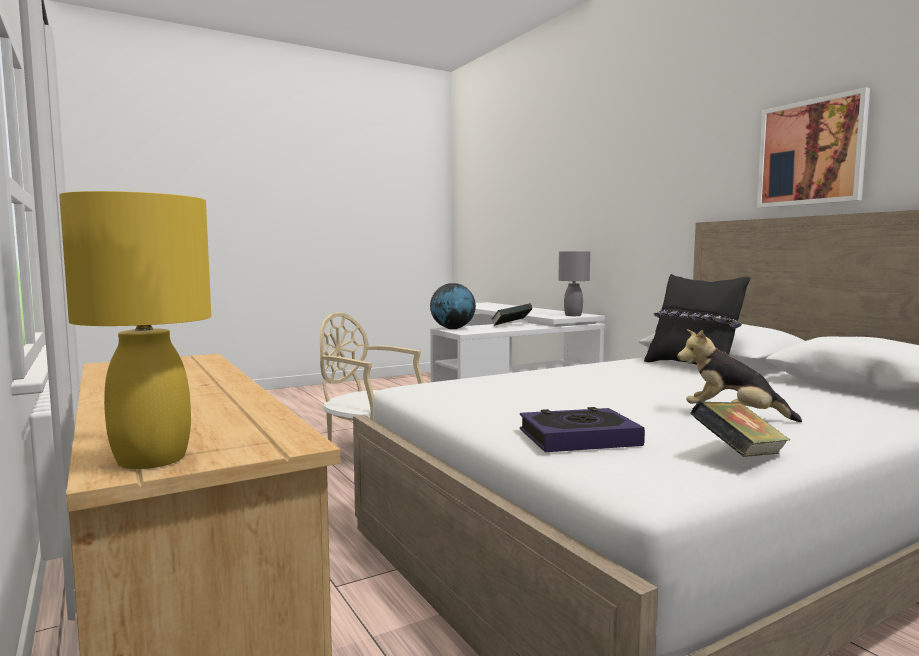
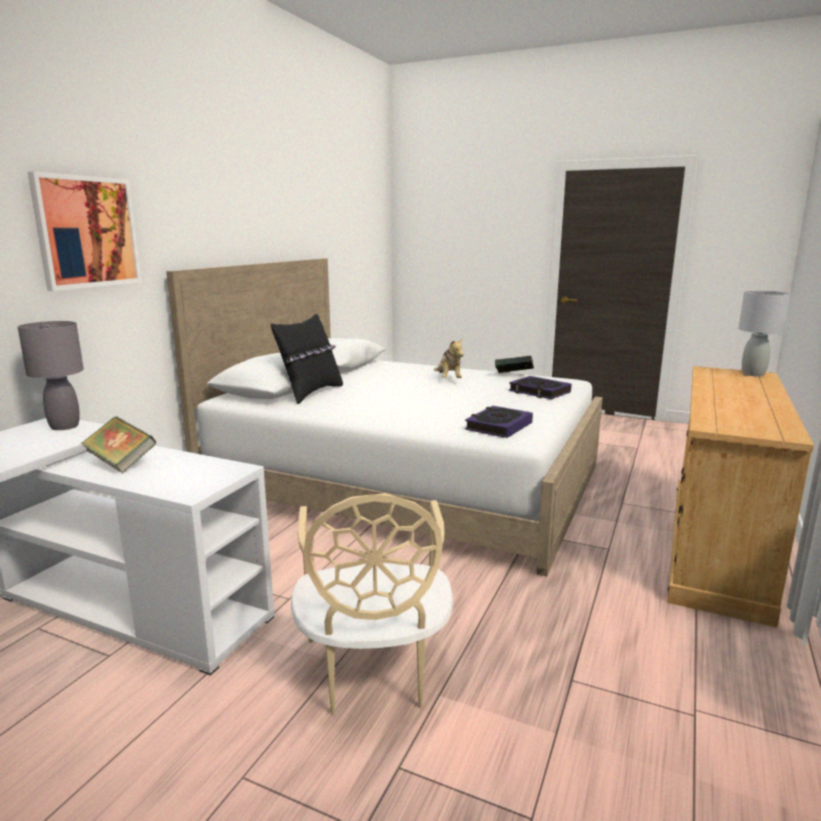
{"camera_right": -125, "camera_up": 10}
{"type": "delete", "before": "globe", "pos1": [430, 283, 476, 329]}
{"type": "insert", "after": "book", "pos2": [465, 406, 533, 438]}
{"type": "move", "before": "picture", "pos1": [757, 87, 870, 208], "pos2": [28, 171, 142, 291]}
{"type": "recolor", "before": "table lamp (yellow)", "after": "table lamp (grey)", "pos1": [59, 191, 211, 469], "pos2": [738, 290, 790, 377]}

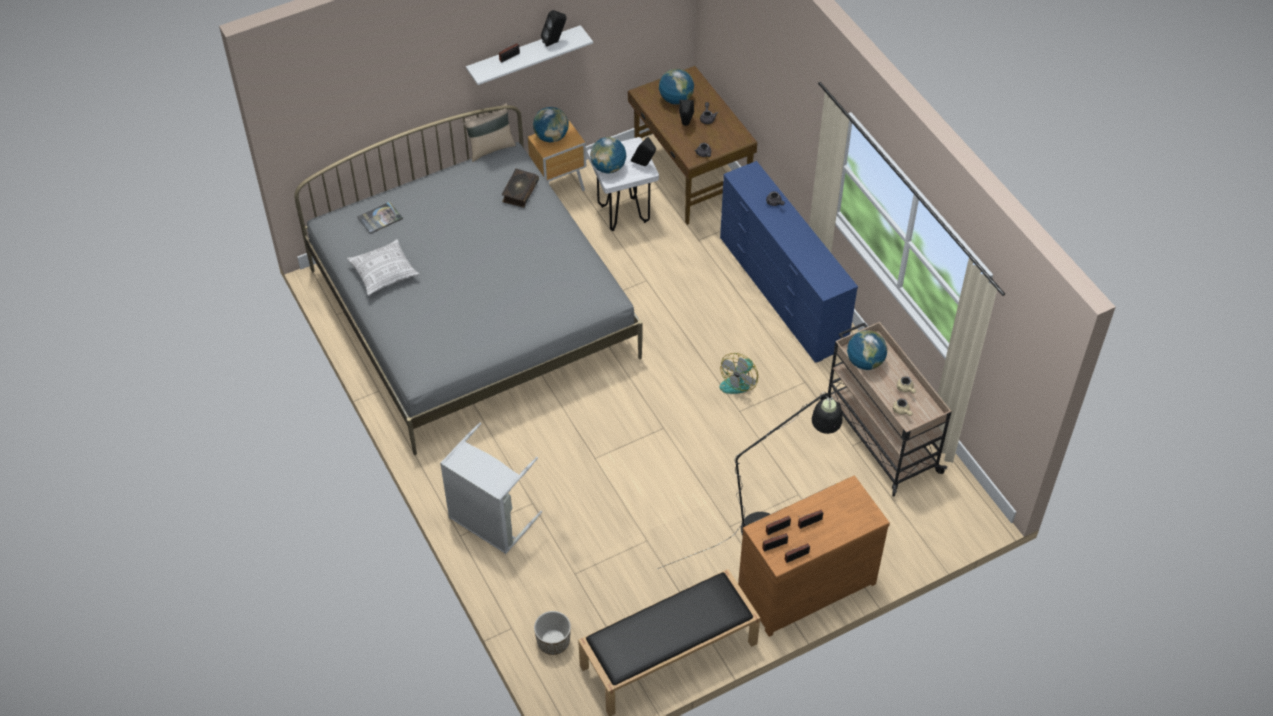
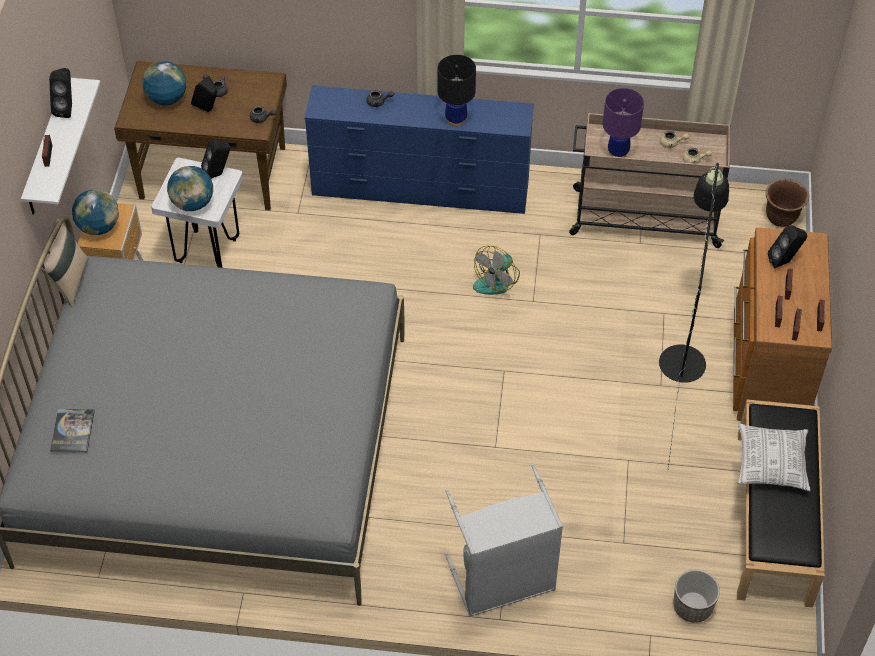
{"camera_right": -55, "camera_up": 0}
{"type": "delete", "before": "book", "pos1": [502, 169, 539, 208]}
{"type": "insert", "after": "table lamp (black)", "pos2": [438, 55, 476, 126]}
{"type": "insert", "after": "planter (brown)", "pos2": [766, 178, 809, 227]}
{"type": "insert", "after": "speaker (black)", "pos2": [768, 225, 807, 268]}
{"type": "move", "before": "pillow", "pos1": [347, 239, 420, 296], "pos2": [737, 424, 810, 491]}
{"type": "replace", "before": "globe", "after": "table lamp (purple)", "pos1": [847, 330, 887, 370], "pos2": [603, 88, 644, 157]}
{"type": "rotate", "before": "fan", "pos1": [719, 353, 758, 394], "pos2": [473, 246, 520, 295], "turn": 60}

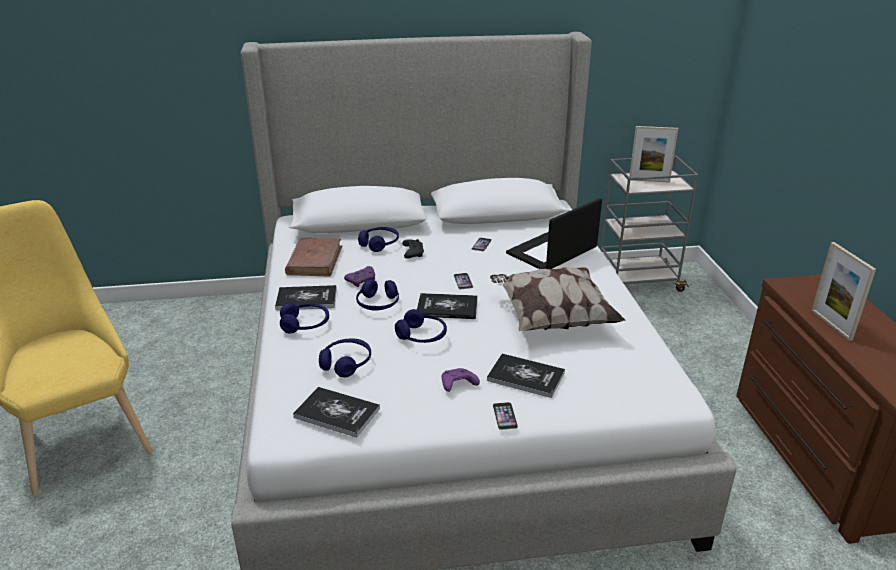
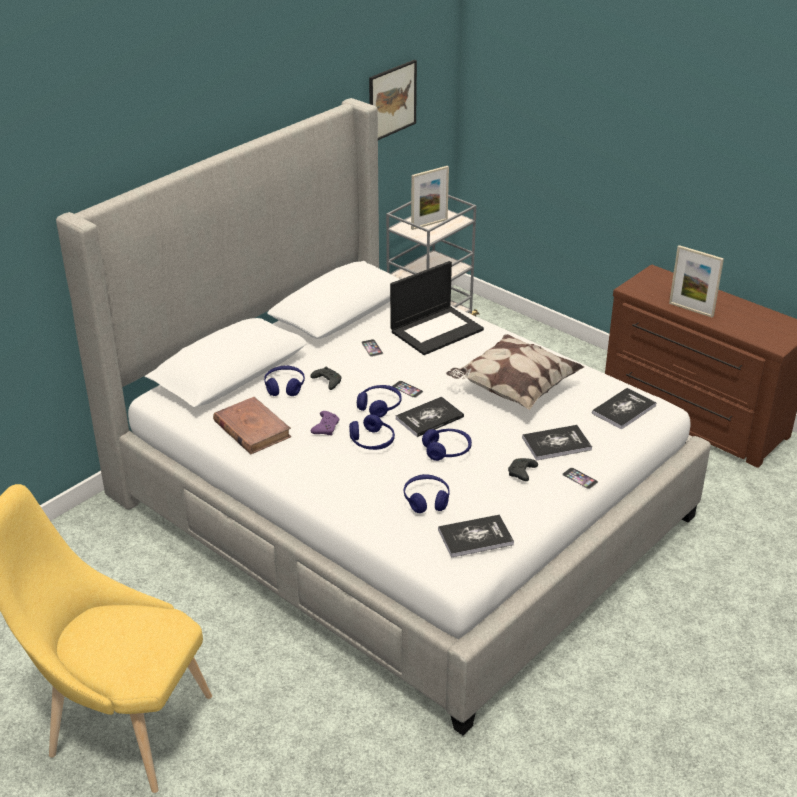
{"camera_right": -40, "camera_up": 5}
{"type": "insert", "after": "picture", "pos2": [369, 60, 417, 140]}
{"type": "move", "before": "book", "pos1": [275, 285, 337, 310], "pos2": [592, 388, 657, 430]}
{"type": "move", "before": "headphones (blue)", "pos1": [280, 303, 329, 334], "pos2": [357, 385, 402, 418]}
{"type": "recolor", "before": "game controller (purple)", "after": "game controller (black)", "pos1": [441, 368, 480, 392], "pos2": [508, 458, 538, 481]}
{"type": "rotate", "before": "laptop", "pos1": [506, 198, 602, 269], "pos2": [390, 261, 484, 355], "turn": -135}

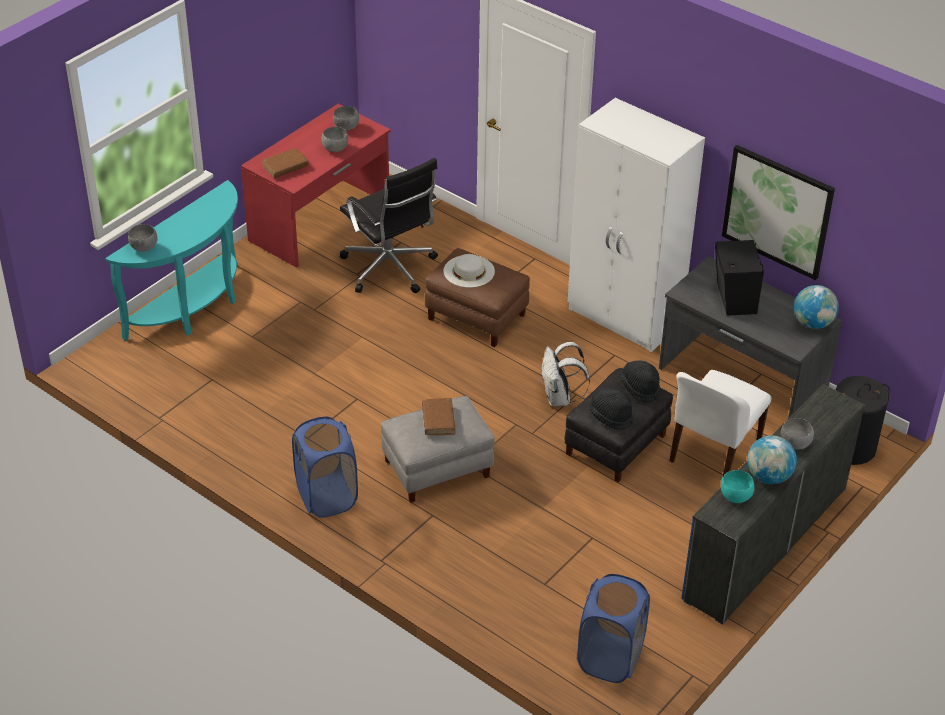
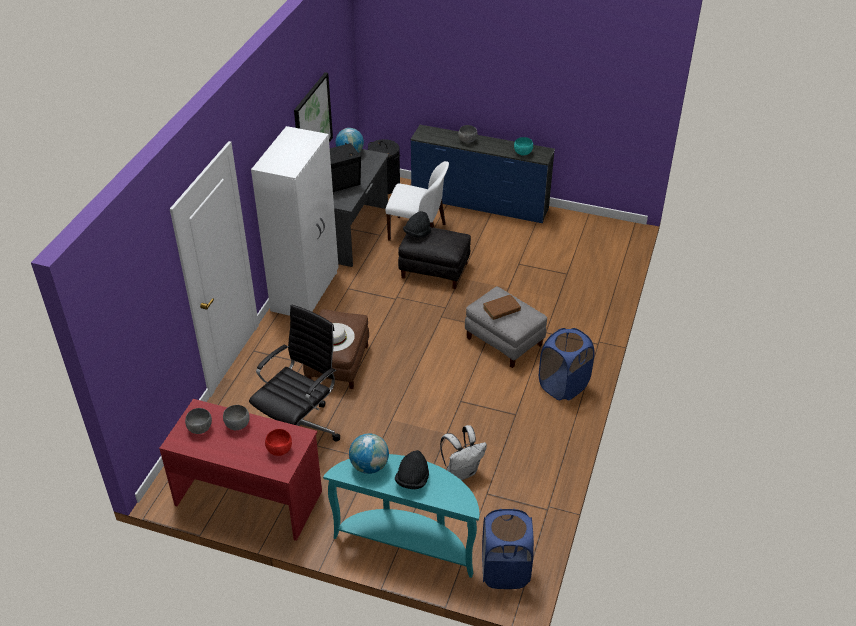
{"camera_right": -110, "camera_up": 0}
{"type": "delete", "before": "bowl (grey)", "pos1": [128, 224, 157, 252]}
{"type": "move", "before": "backpack (white)", "pos1": [542, 342, 590, 406], "pos2": [440, 425, 487, 480]}
{"type": "move", "before": "laundry basket (blue)", "pos1": [577, 574, 650, 683], "pos2": [482, 509, 534, 589]}
{"type": "move", "before": "hat (black)", "pos1": [589, 389, 633, 430], "pos2": [395, 450, 429, 489]}
{"type": "move", "before": "globe", "pos1": [747, 435, 797, 484], "pos2": [349, 434, 389, 474]}
{"type": "replace", "before": "book (brown)", "after": "bowl (red)", "pos1": [262, 148, 309, 178], "pos2": [265, 429, 292, 456]}

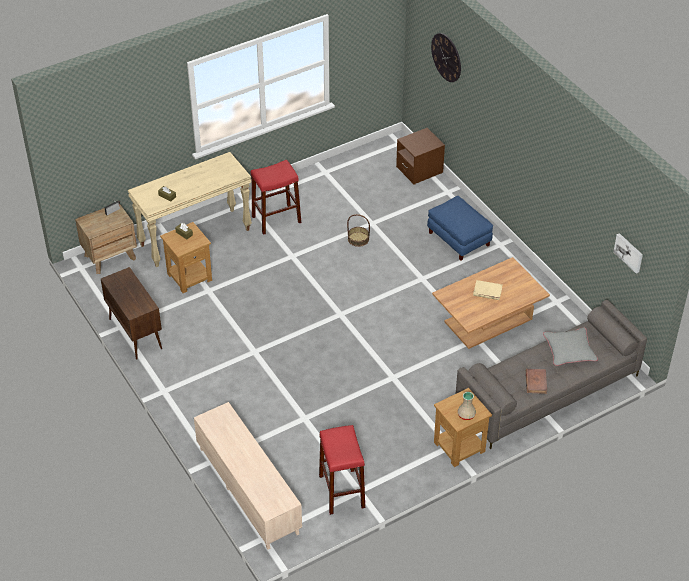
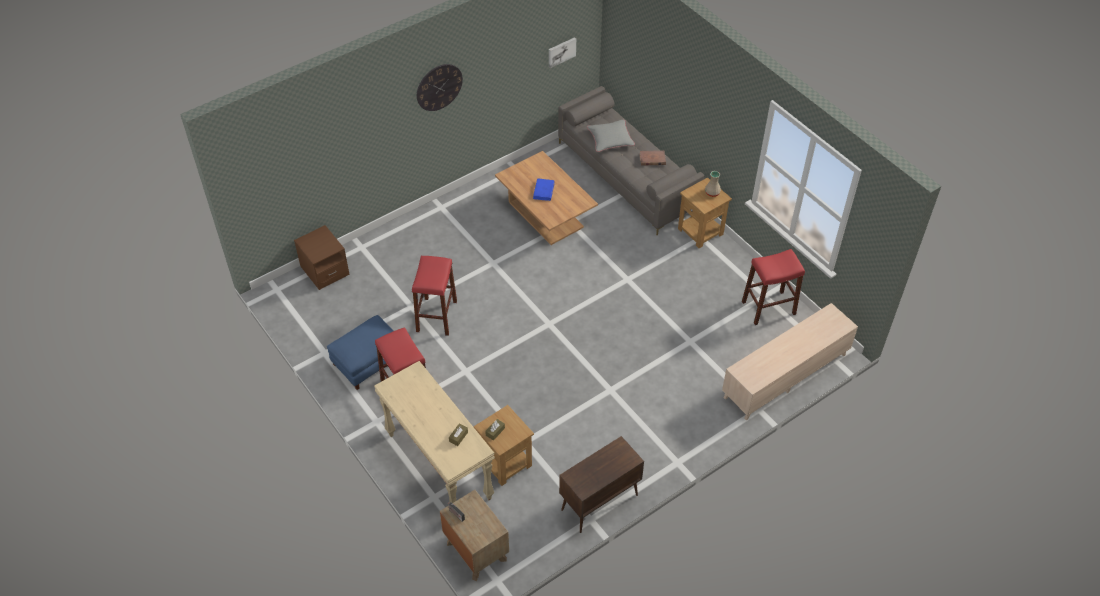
{"camera_right": -95, "camera_up": 5}
{"type": "move", "before": "ottoman (blue)", "pos1": [427, 196, 493, 261], "pos2": [327, 315, 393, 390]}
{"type": "move", "before": "wall clock", "pos1": [431, 33, 461, 82], "pos2": [417, 64, 463, 111]}
{"type": "replace", "before": "basket", "after": "stool (red)", "pos1": [347, 214, 370, 247], "pos2": [412, 256, 457, 336]}
{"type": "recolor", "before": "book (beige)", "after": "book (blue)", "pos1": [473, 280, 503, 300], "pos2": [533, 178, 555, 201]}

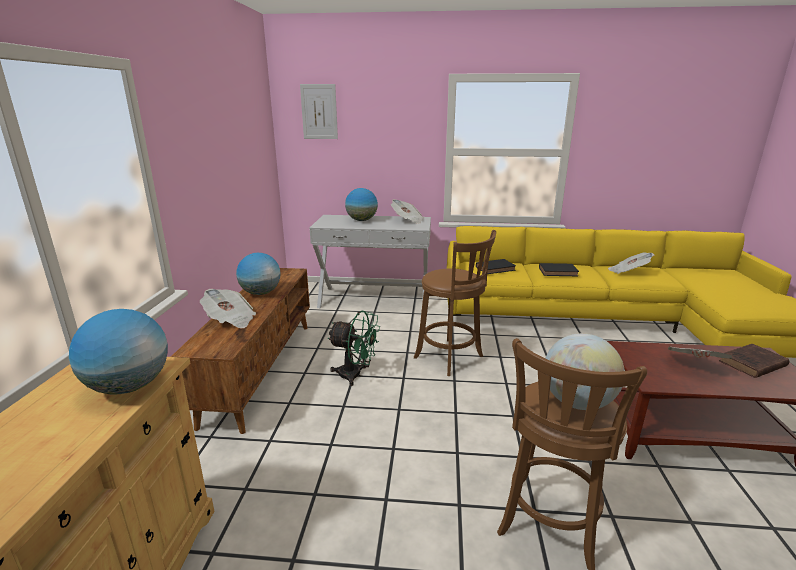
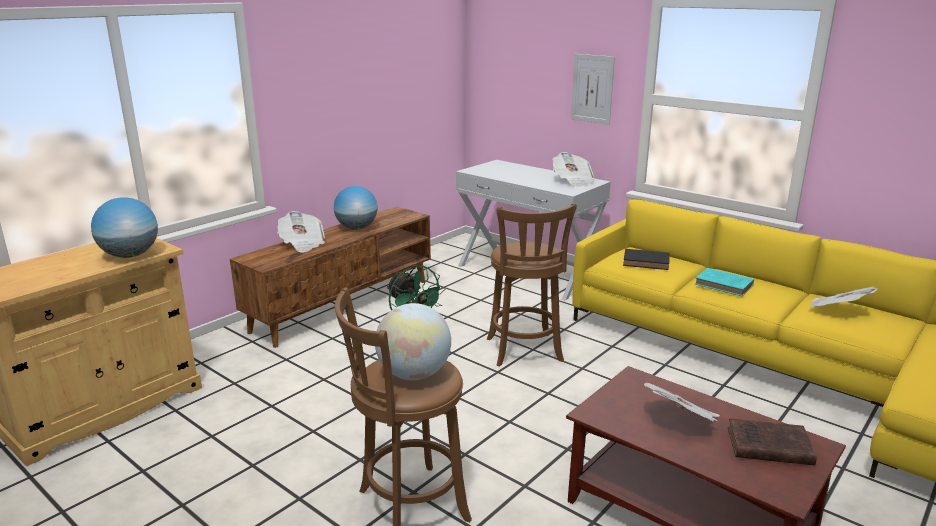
{"camera_right": 35, "camera_up": 0}
{"type": "delete", "before": "globe", "pos1": [345, 188, 378, 221]}
{"type": "move", "before": "picture", "pos1": [300, 84, 338, 139], "pos2": [571, 54, 615, 125]}
{"type": "recolor", "before": "book (black)", "after": "book (turquoise)", "pos1": [539, 263, 579, 276], "pos2": [695, 268, 754, 296]}

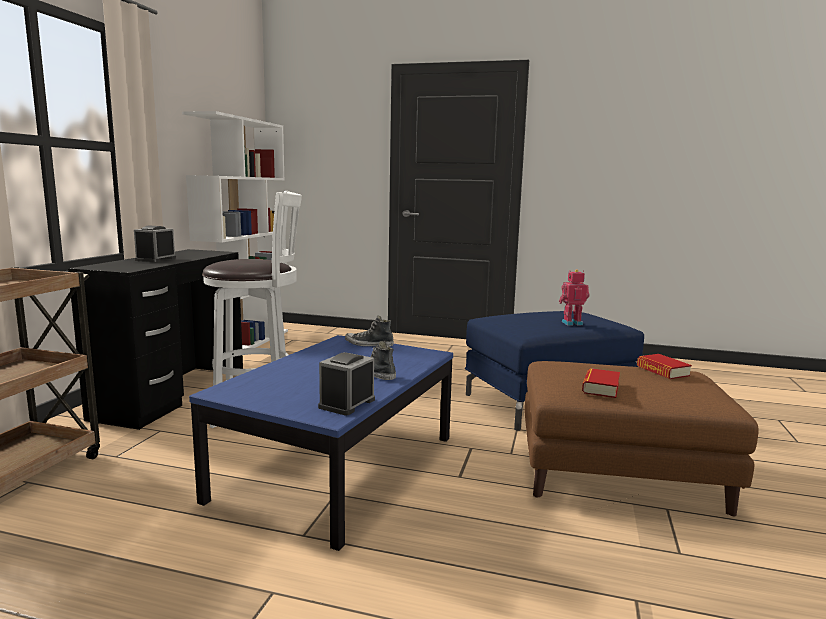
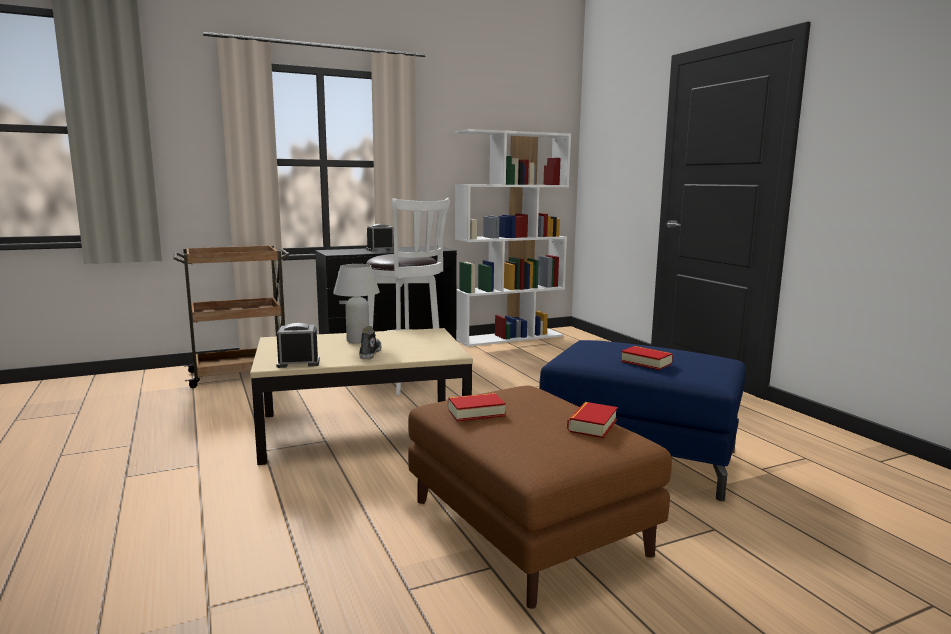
{"camera_right": 50, "camera_up": 0}
{"type": "delete", "before": "shoe", "pos1": [345, 316, 394, 347]}
{"type": "insert", "after": "table lamp (white)", "pos2": [333, 264, 380, 344]}
{"type": "replace", "before": "toy robot", "after": "book", "pos1": [559, 269, 590, 326], "pos2": [621, 346, 673, 370]}
{"type": "recolor", "before": "coffee table (blue)", "after": "coffee table (beige)", "pos1": [189, 335, 453, 551], "pos2": [250, 328, 473, 465]}

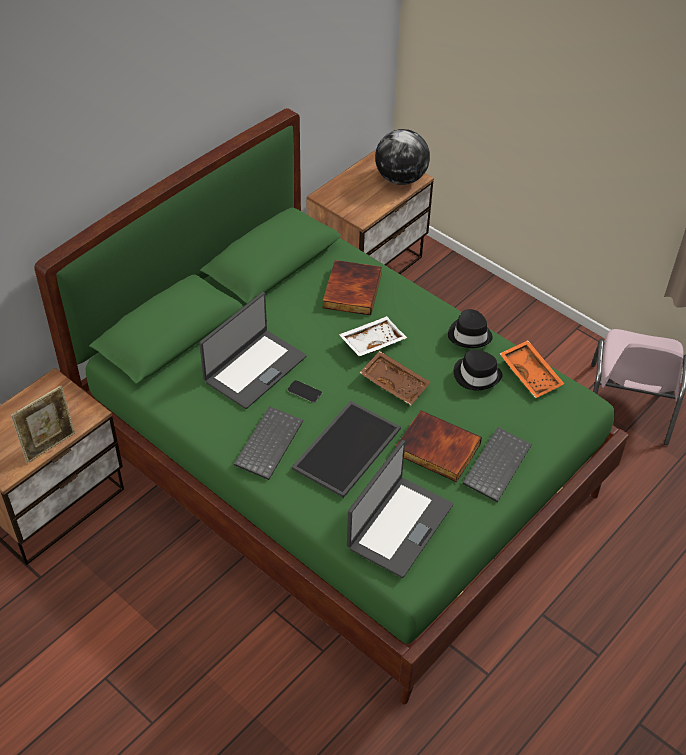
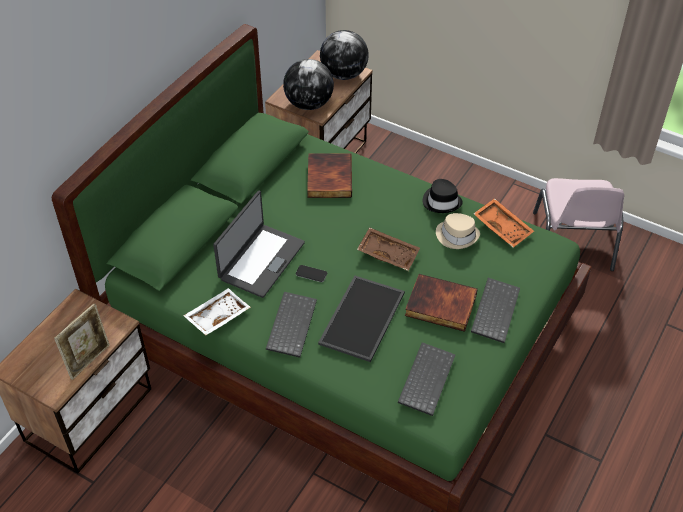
{"camera_right": -10, "camera_up": 0}
{"type": "insert", "after": "globe", "pos2": [283, 59, 334, 110]}
{"type": "move", "before": "tray (white)", "pos1": [339, 316, 407, 356], "pos2": [183, 288, 251, 335]}
{"type": "replace", "before": "laptop", "after": "keyboard", "pos1": [347, 440, 453, 578], "pos2": [398, 342, 455, 416]}
{"type": "recolor", "before": "hat (black)", "after": "hat (beige)", "pos1": [454, 350, 502, 390], "pos2": [436, 213, 480, 249]}

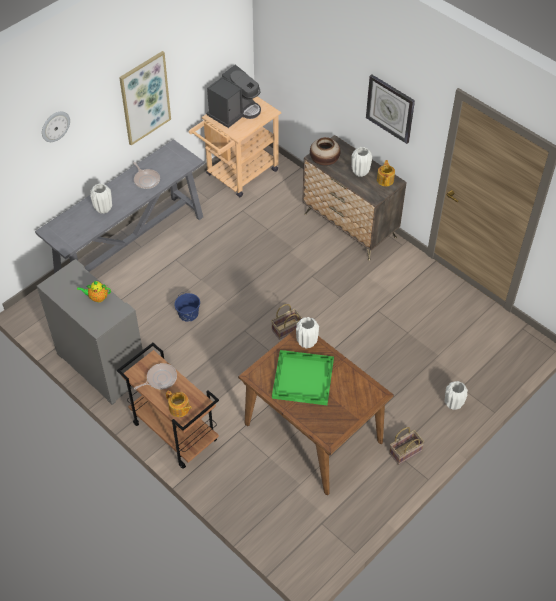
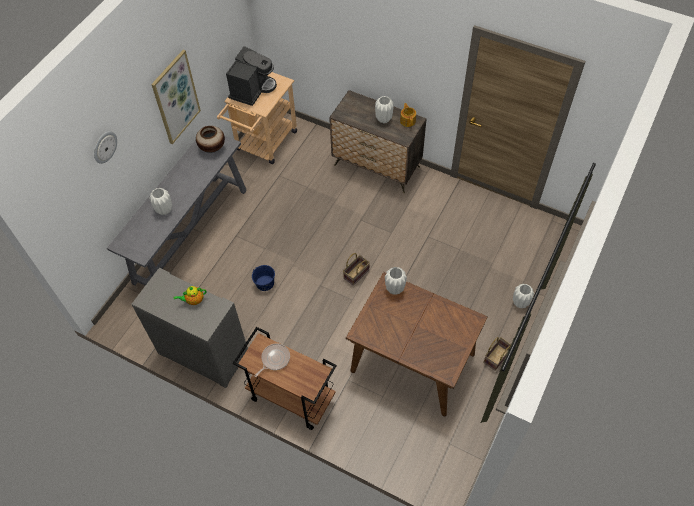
{"camera_right": -15, "camera_up": 5}
{"type": "delete", "before": "frying pan", "pos1": [133, 162, 160, 189]}
{"type": "delete", "before": "teapot", "pos1": [166, 391, 192, 417]}
{"type": "delete", "before": "tray (green)", "pos1": [272, 350, 334, 405]}
{"type": "delete", "before": "wall clock", "pos1": [366, 75, 415, 144]}
{"type": "move", "before": "vase", "pos1": [310, 137, 341, 166], "pos2": [196, 126, 225, 153]}

